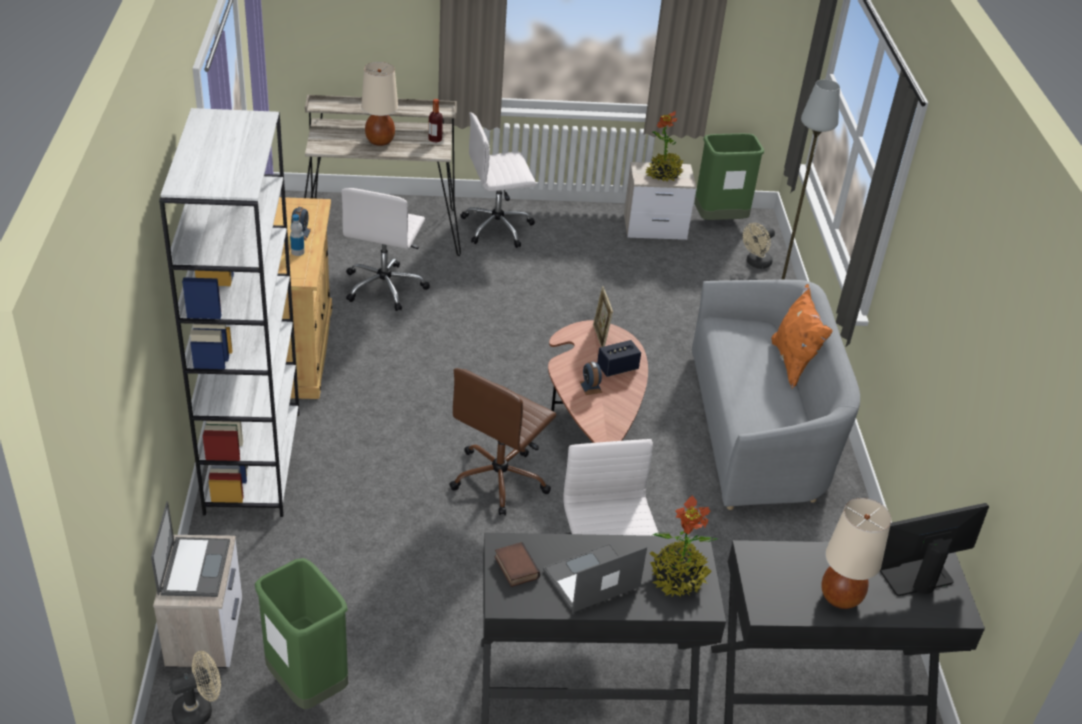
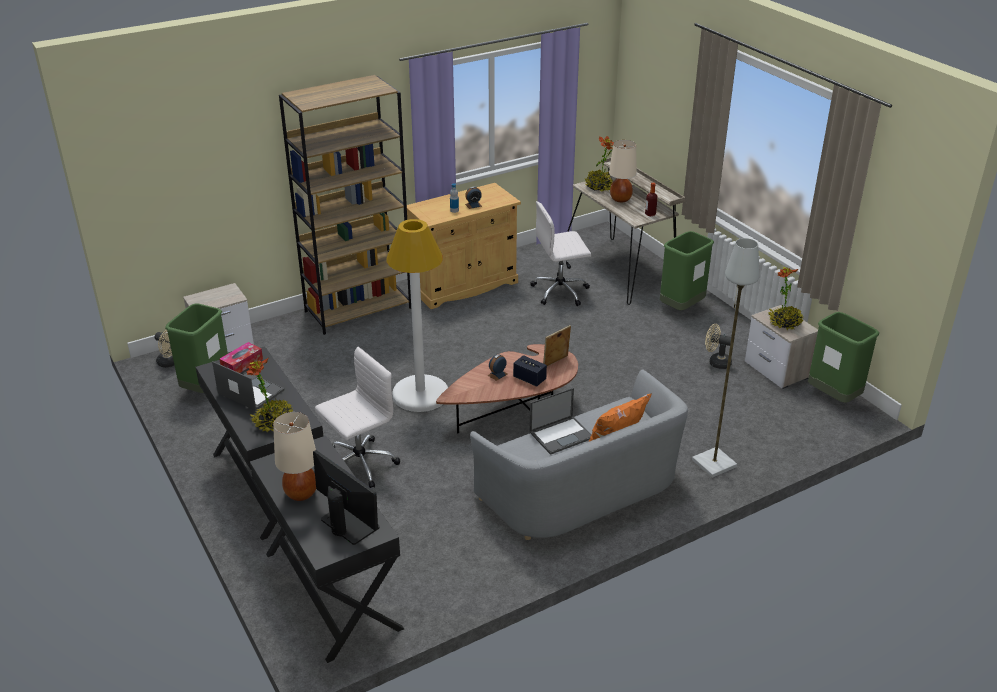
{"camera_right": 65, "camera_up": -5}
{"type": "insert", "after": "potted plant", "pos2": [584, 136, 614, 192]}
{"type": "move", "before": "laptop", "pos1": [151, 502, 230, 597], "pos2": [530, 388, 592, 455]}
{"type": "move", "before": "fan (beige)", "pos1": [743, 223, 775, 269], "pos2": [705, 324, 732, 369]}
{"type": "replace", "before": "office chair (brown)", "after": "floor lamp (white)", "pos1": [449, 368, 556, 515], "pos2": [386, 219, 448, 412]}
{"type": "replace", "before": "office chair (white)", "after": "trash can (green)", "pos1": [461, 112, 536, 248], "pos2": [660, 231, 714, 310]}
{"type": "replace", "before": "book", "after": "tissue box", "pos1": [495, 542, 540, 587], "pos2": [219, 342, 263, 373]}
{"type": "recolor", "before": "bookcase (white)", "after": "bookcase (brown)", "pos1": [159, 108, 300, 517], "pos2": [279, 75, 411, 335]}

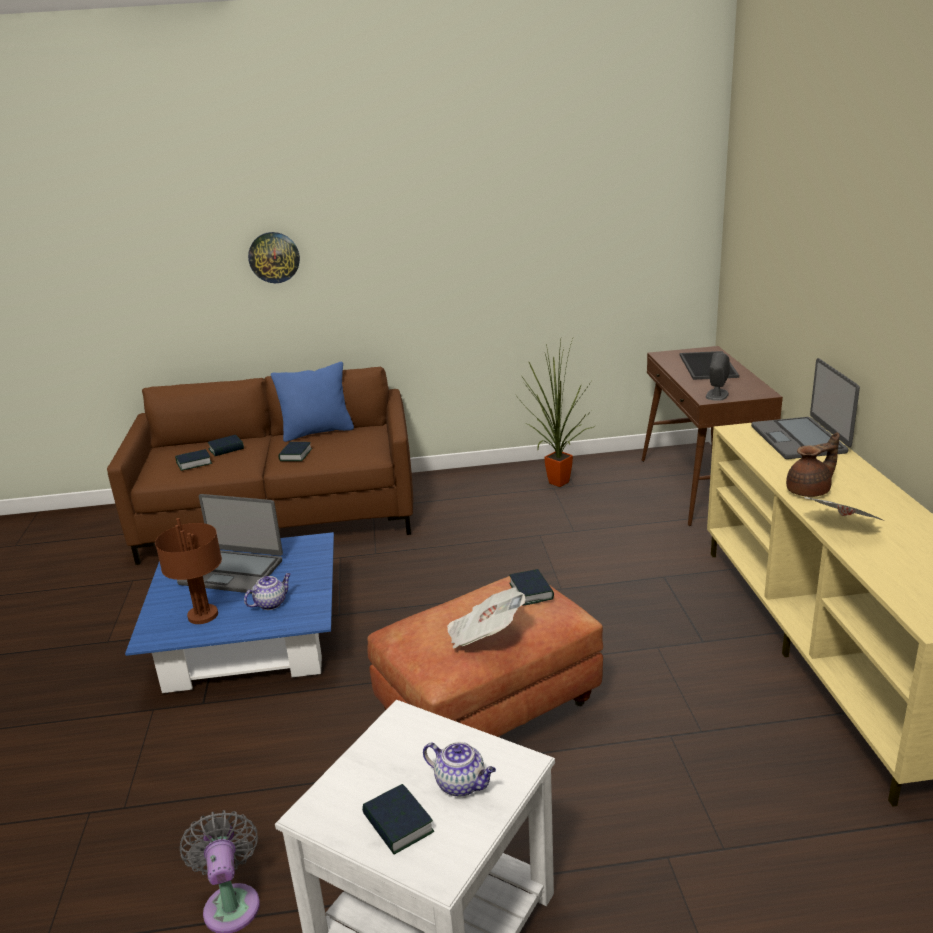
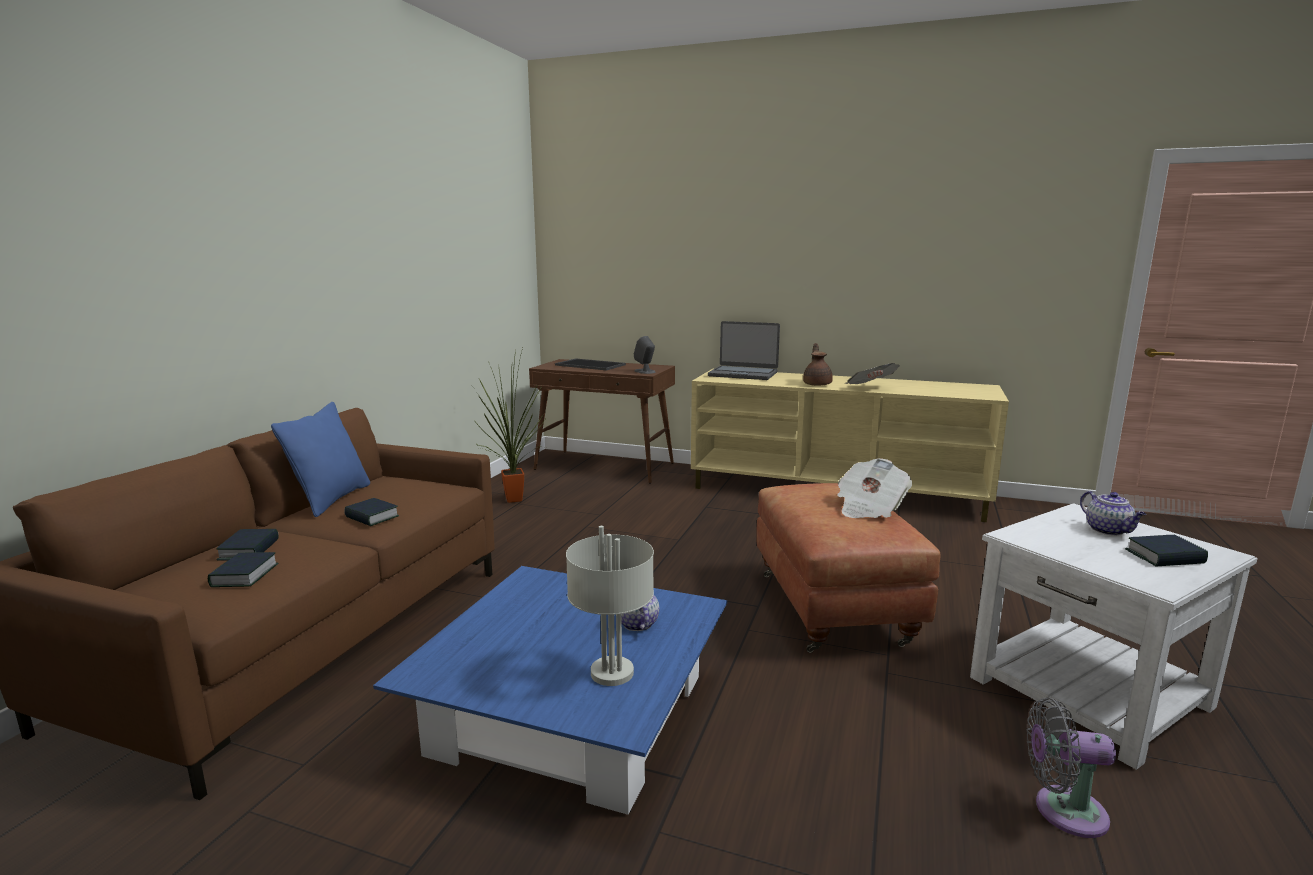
{"camera_right": -65, "camera_up": -10}
{"type": "delete", "before": "laptop", "pos1": [177, 494, 283, 594]}
{"type": "delete", "before": "wall clock", "pos1": [248, 232, 300, 283]}
{"type": "delete", "before": "book", "pos1": [509, 569, 554, 606]}
{"type": "recolor", "before": "table lamp (brown)", "after": "table lamp (grey)", "pos1": [155, 518, 222, 624], "pos2": [566, 526, 654, 686]}
{"type": "rotate", "before": "teapot", "pos1": [423, 742, 496, 797], "pos2": [1080, 491, 1146, 536], "turn": 105}

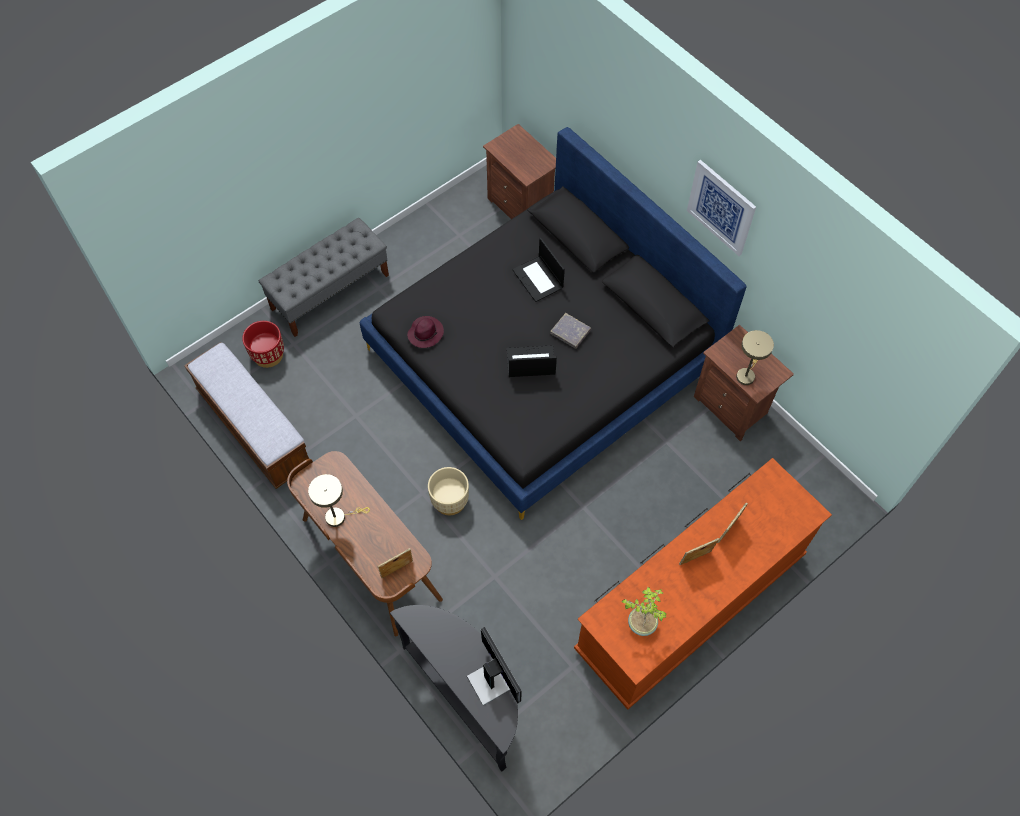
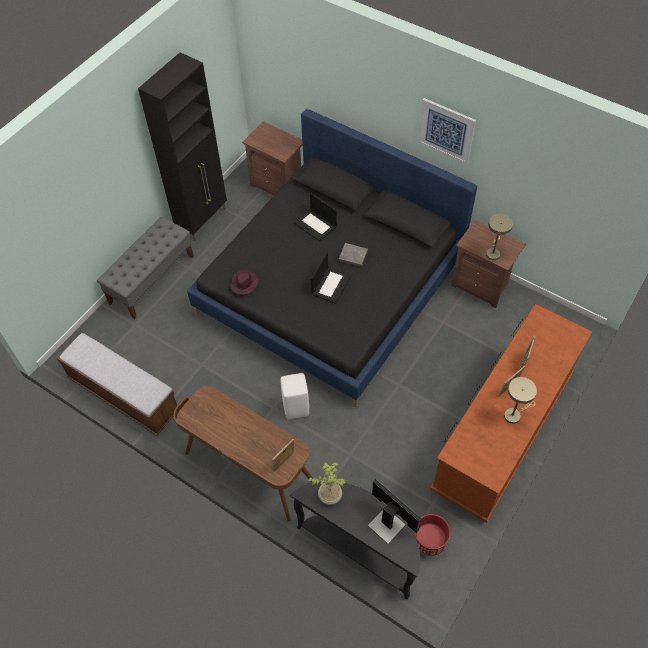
{"camera_right": -15, "camera_up": -5}
{"type": "insert", "after": "cabinet (black)", "pos2": [138, 52, 227, 241]}
{"type": "move", "before": "planter (red)", "pos1": [242, 321, 284, 368], "pos2": [413, 514, 451, 556]}
{"type": "move", "before": "table lamp (beige)", "pos1": [308, 474, 370, 527], "pos2": [504, 377, 537, 424]}
{"type": "move", "before": "potted plant", "pos1": [622, 586, 667, 636], "pos2": [308, 462, 346, 505]}
{"type": "replace", "before": "planter (beige)", "after": "stool (white)", "pos1": [428, 467, 469, 515], "pos2": [281, 373, 309, 419]}
{"type": "rotate", "before": "laptop", "pos1": [506, 345, 557, 377], "pos2": [311, 252, 351, 304], "turn": 135}

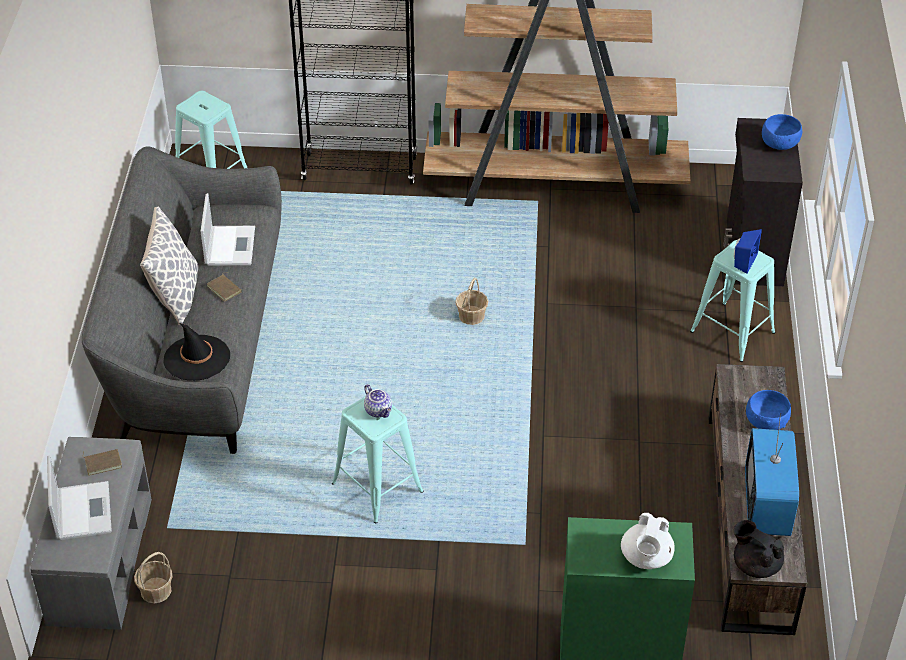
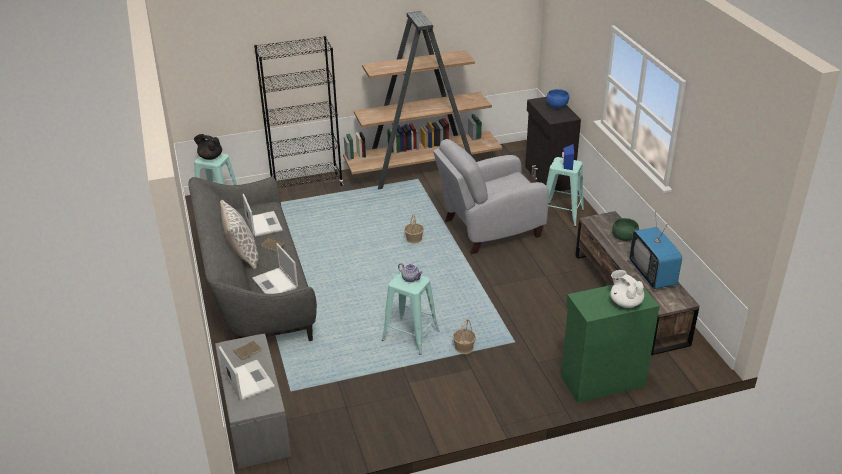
{"camera_right": -20, "camera_up": -10}
{"type": "insert", "after": "armchair (grey)", "pos2": [433, 139, 549, 254]}
{"type": "move", "before": "basket", "pos1": [134, 552, 173, 604], "pos2": [453, 319, 476, 354]}
{"type": "move", "before": "teapot (black)", "pos1": [734, 520, 784, 578], "pos2": [194, 134, 222, 160]}
{"type": "replace", "before": "hat (black)", "after": "laptop", "pos1": [164, 323, 230, 380], "pos2": [252, 243, 298, 294]}
{"type": "recolor", "before": "bowl (blue)", "after": "bowl (green)", "pos1": [746, 390, 791, 430], "pos2": [612, 218, 639, 241]}
{"type": "rotate", "before": "teapot (white)", "pos1": [621, 513, 675, 569], "pos2": [610, 270, 644, 308], "turn": 150}

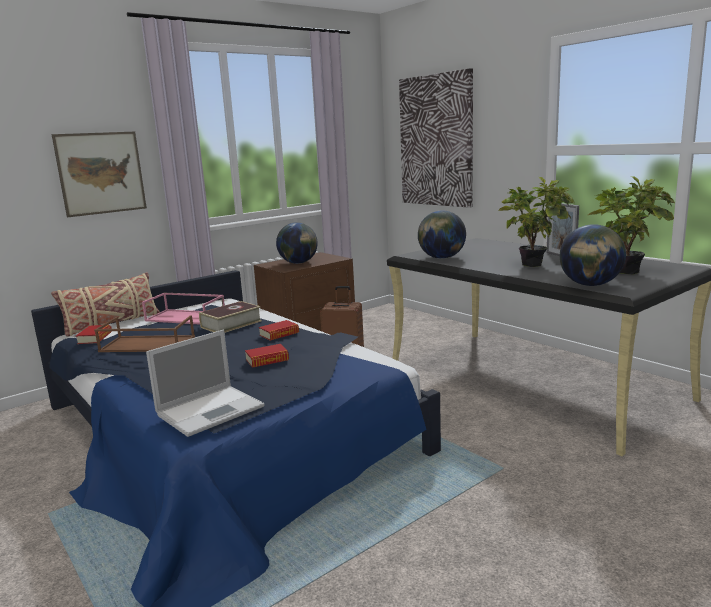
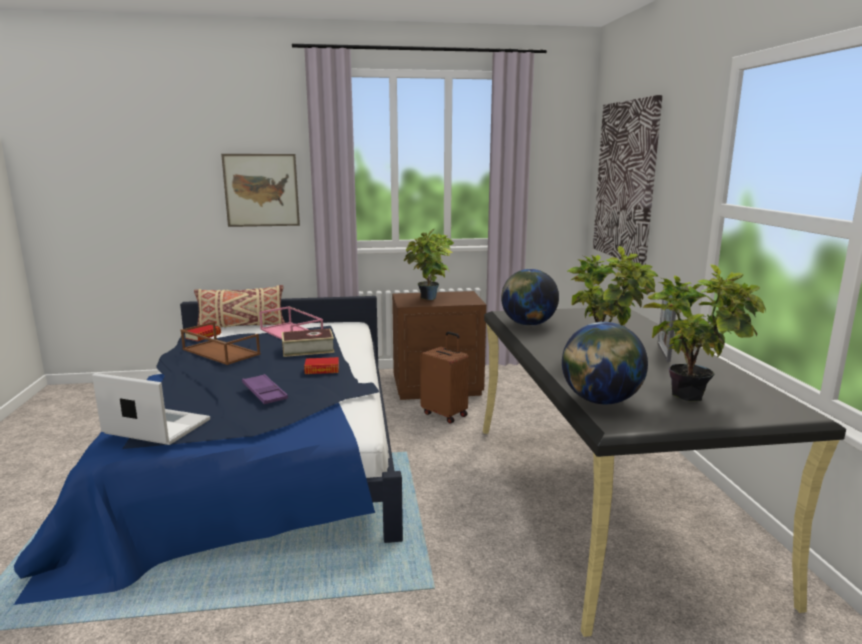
{"camera_right": 30, "camera_up": 0}
{"type": "replace", "before": "book", "after": "tray (purple)", "pos1": [245, 344, 289, 368], "pos2": [242, 374, 288, 404]}
{"type": "replace", "before": "globe", "after": "potted plant", "pos1": [276, 222, 318, 264], "pos2": [403, 229, 454, 300]}
{"type": "rotate", "before": "laptop", "pos1": [146, 330, 264, 437], "pos2": [92, 373, 210, 445], "turn": -150}

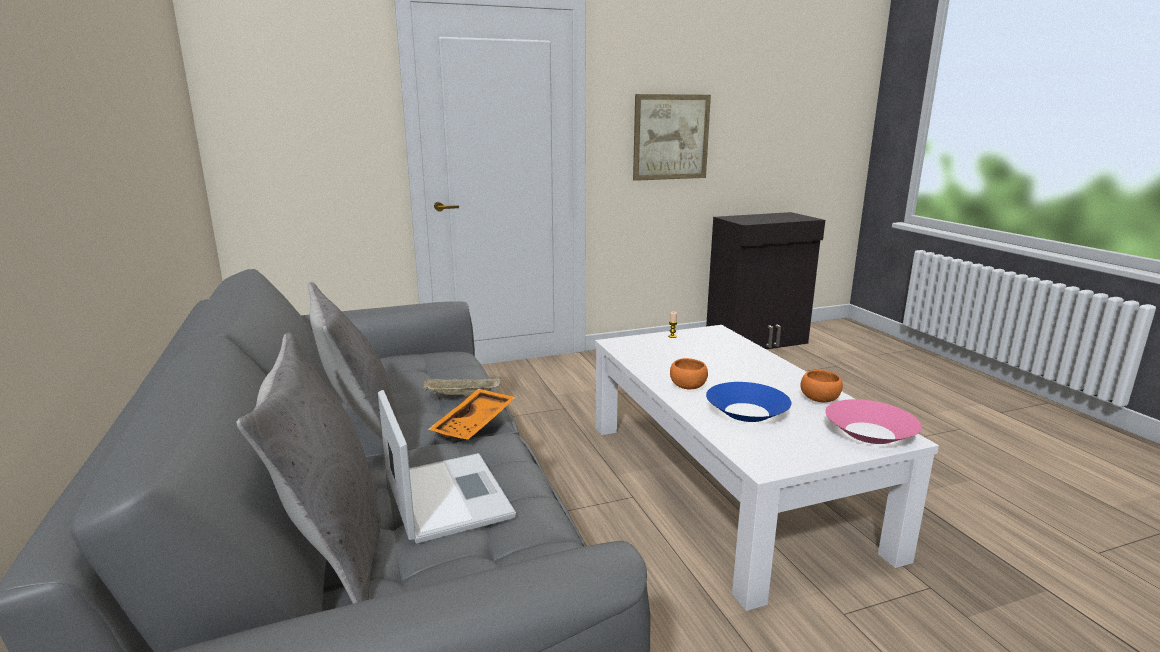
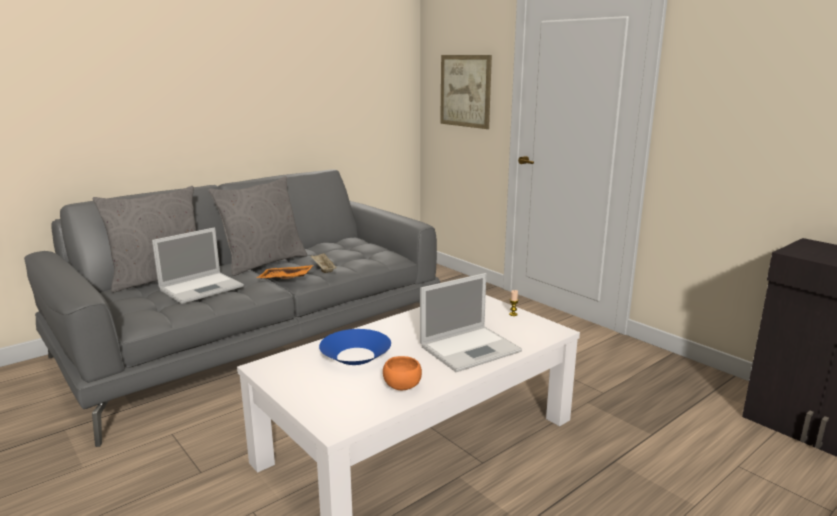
{"camera_right": 70, "camera_up": 0}
{"type": "delete", "before": "bowl (orange)", "pos1": [670, 358, 708, 390]}
{"type": "delete", "before": "bowl (pink)", "pos1": [825, 399, 922, 444]}
{"type": "insert", "after": "laptop", "pos2": [420, 273, 522, 372]}
{"type": "move", "before": "picture", "pos1": [633, 94, 711, 181], "pos2": [440, 55, 492, 129]}

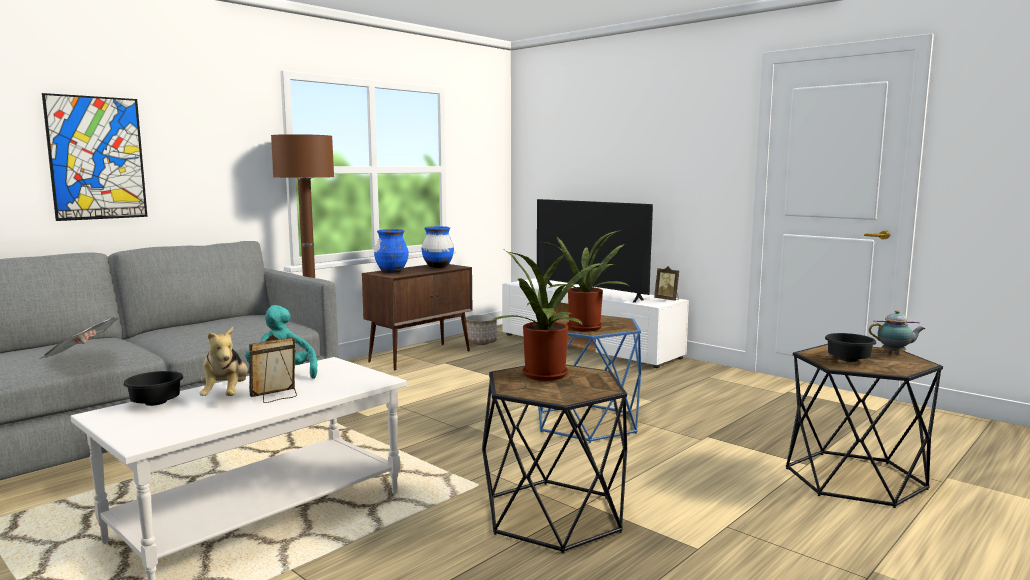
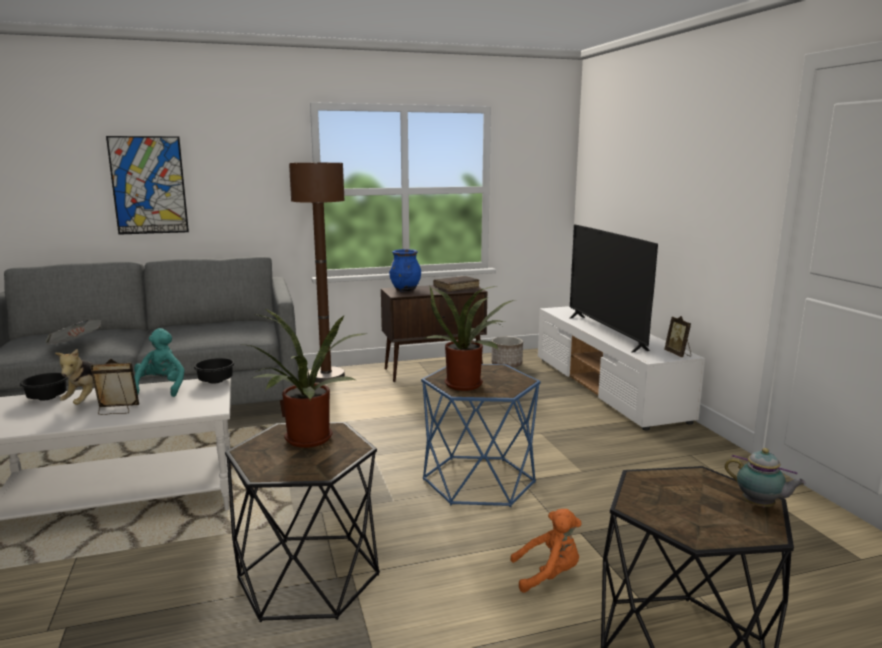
{"camera_right": 30, "camera_up": 5}
{"type": "insert", "after": "plush toy (orange)", "pos2": [510, 509, 581, 593]}
{"type": "move", "before": "bowl (black)", "pos1": [825, 333, 876, 362], "pos2": [193, 358, 235, 384]}
{"type": "replace", "before": "vase (blue)", "after": "book (brown)", "pos1": [422, 226, 454, 268], "pos2": [433, 276, 480, 292]}

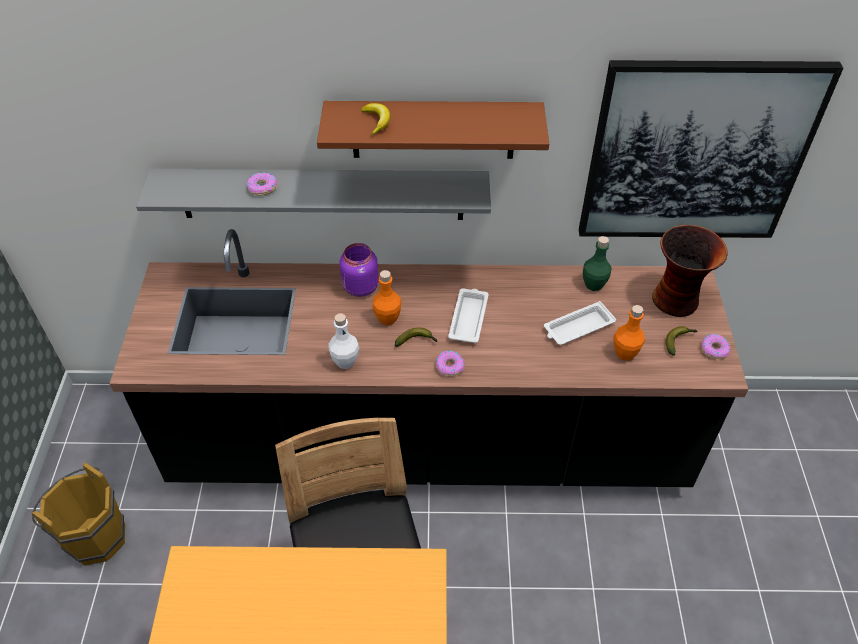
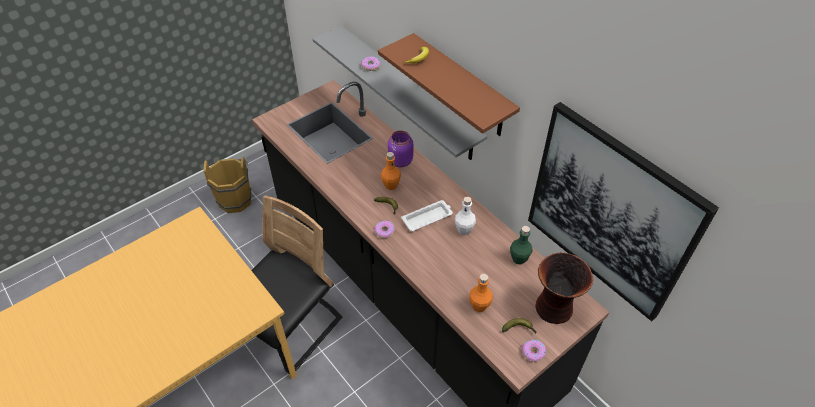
{"camera_right": 50, "camera_up": 0}
{"type": "delete", "before": "tray (white)", "pos1": [544, 301, 616, 345]}
{"type": "move", "before": "bottle (white)", "pos1": [328, 314, 359, 369], "pos2": [455, 197, 476, 235]}

